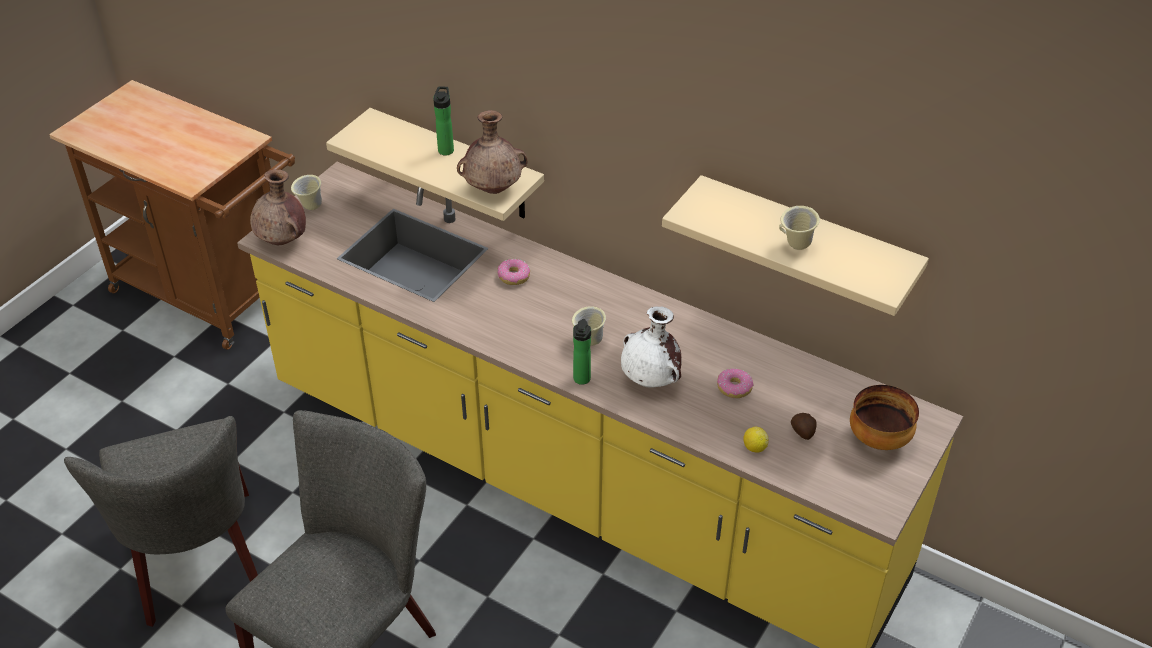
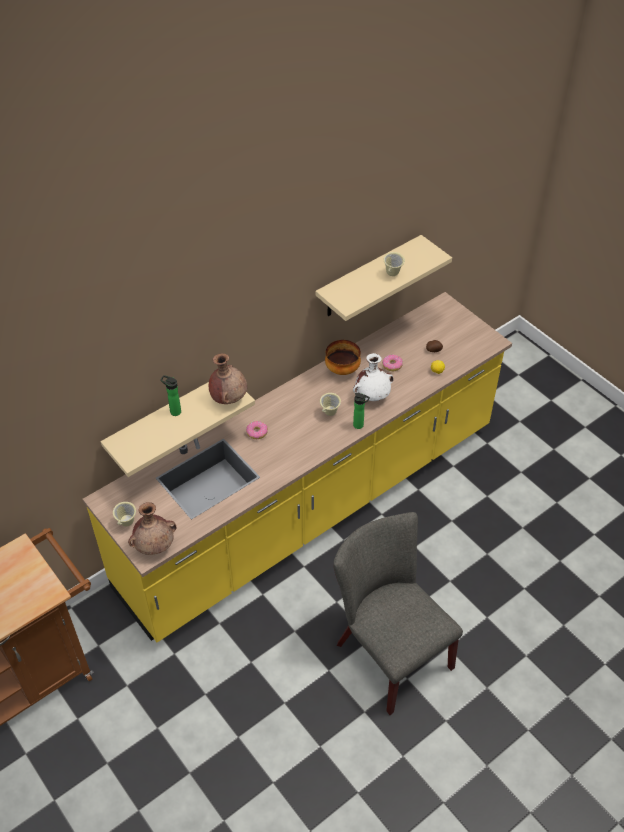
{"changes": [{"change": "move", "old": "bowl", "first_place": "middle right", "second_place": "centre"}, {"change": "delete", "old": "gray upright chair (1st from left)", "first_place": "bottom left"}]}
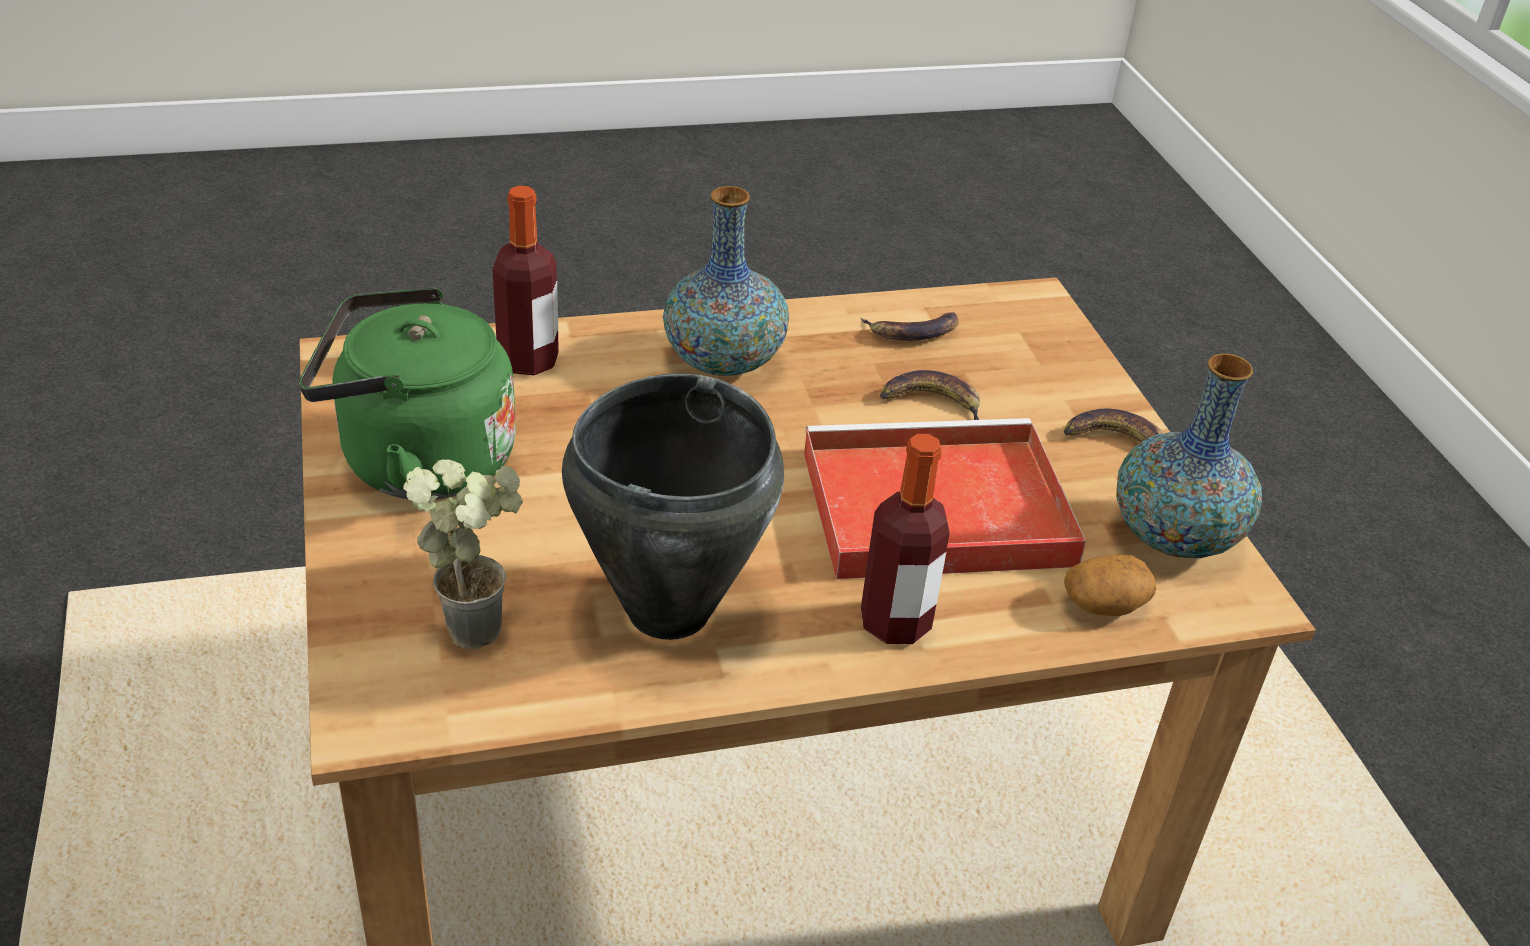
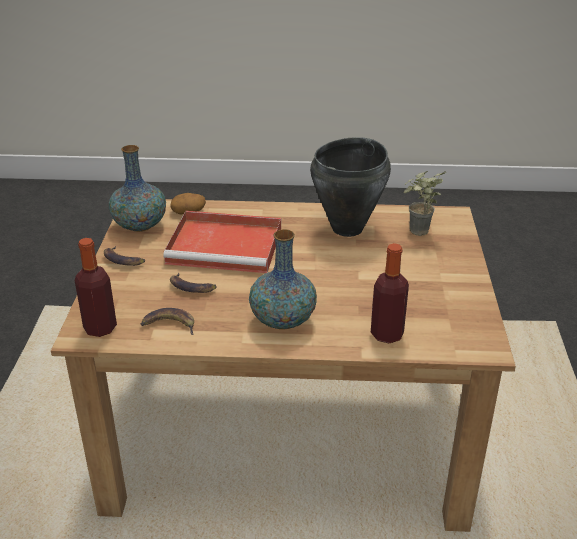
{"changes": [{"change": "move", "old": "drink bottle (2nd from left in the first image)", "new": "drink bottle (1st from left)", "first_place": "centre", "second_place": "middle left"}, {"change": "delete", "old": "green-coloured tea kettle", "first_place": "middle left"}]}
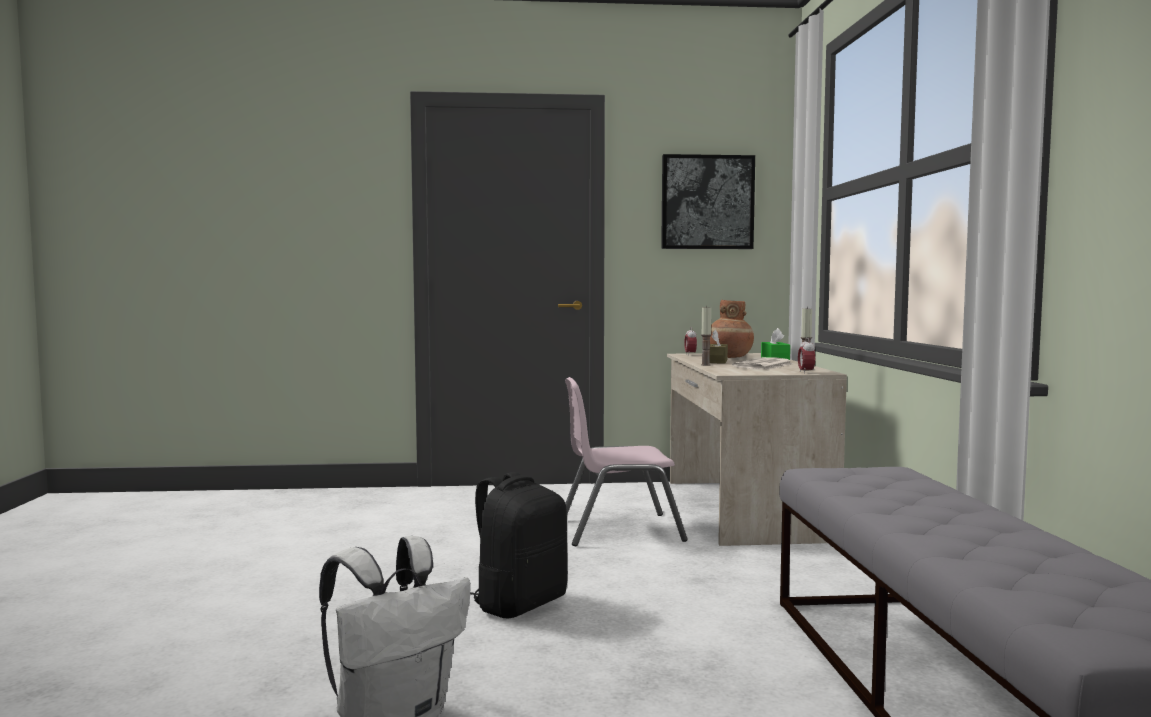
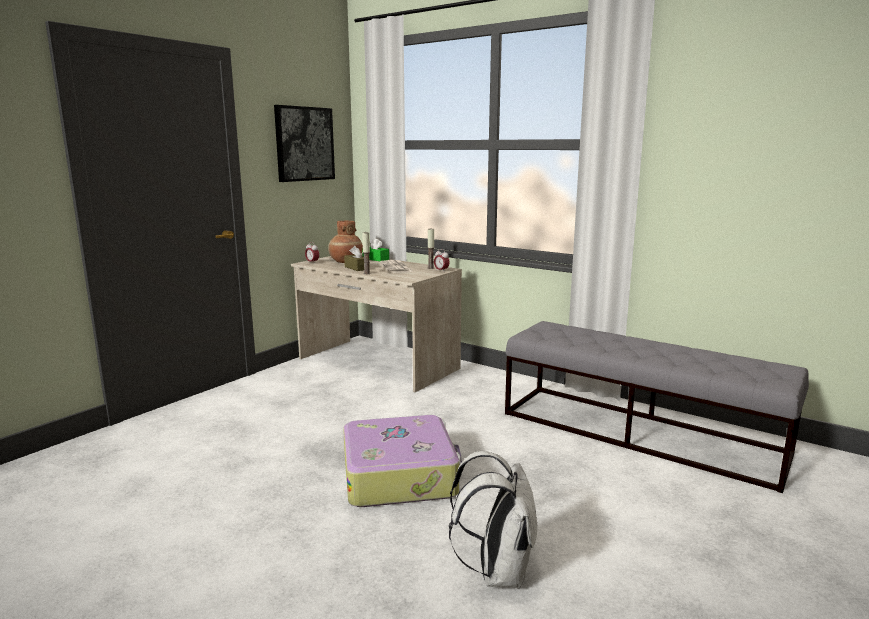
{"changes": [{"change": "replace", "old": "blackish rucksack", "new": "suitcase", "first_place": "bottom centre", "second_place": "bottom centre"}, {"change": "delete", "old": "pinkish upright chair", "first_place": "centre"}]}
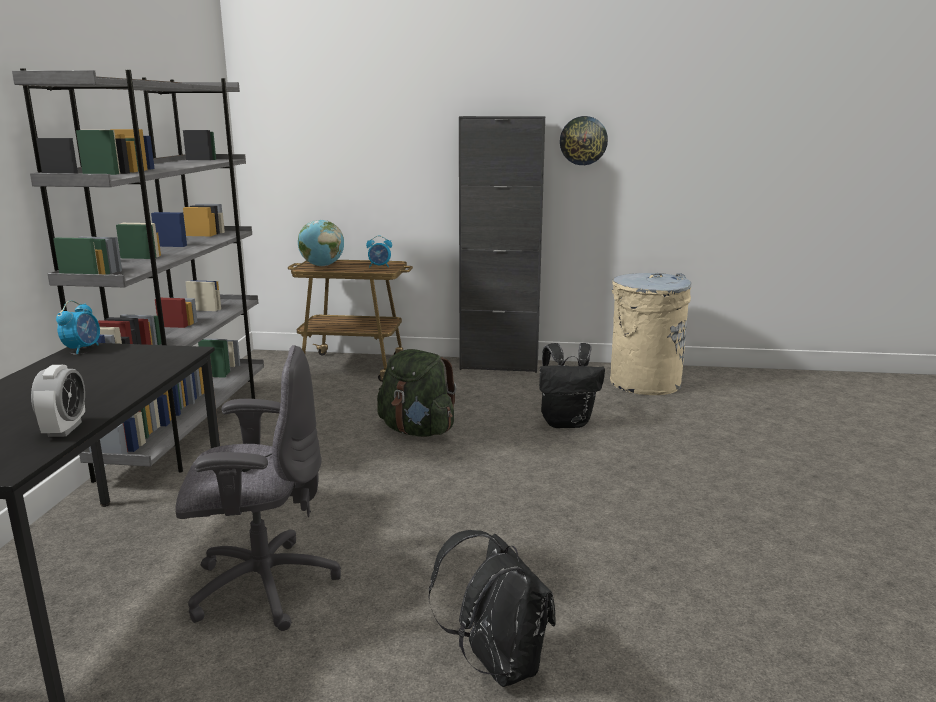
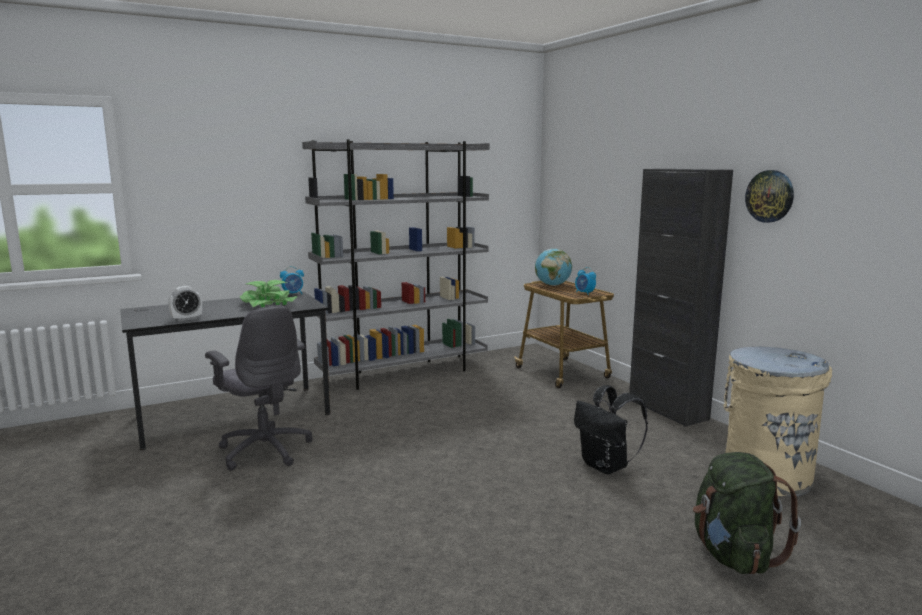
{"changes": [{"change": "insert", "new": "houseplant", "second_place": "middle left"}, {"change": "move", "old": "green-coloured rucksack", "first_place": "centre", "second_place": "bottom right"}, {"change": "delete", "old": "blackish rucksack (1st from left)", "first_place": "bottom centre"}]}
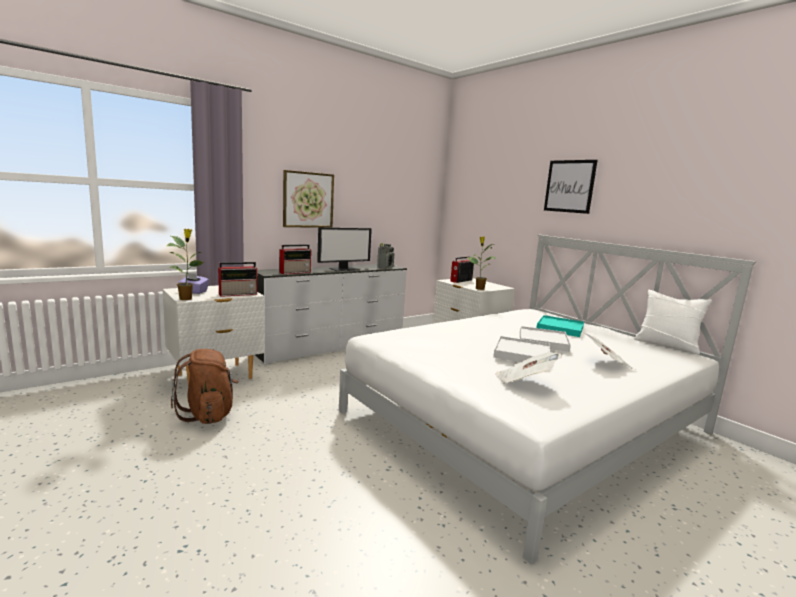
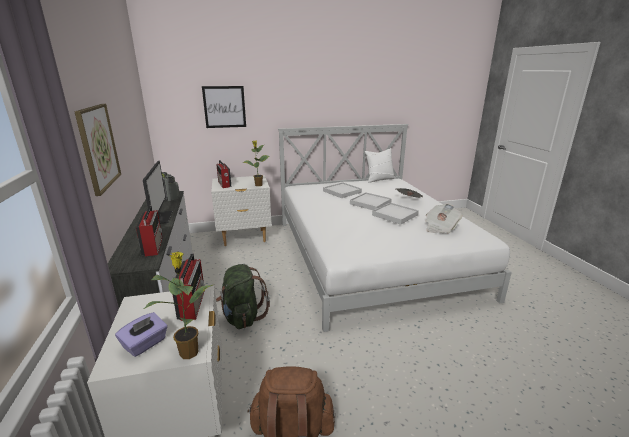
{"changes": [{"change": "move", "old": "wall art (2nd from left)", "first_place": "top right", "second_place": "top centre"}, {"change": "insert", "new": "green-coloured rucksack", "second_place": "bottom centre"}, {"change": "recolor", "old": "turquoise-coloured carrying tray", "new": "white-coloured carrying tray (1st from left)", "first_place": "middle right", "second_place": "centre"}]}
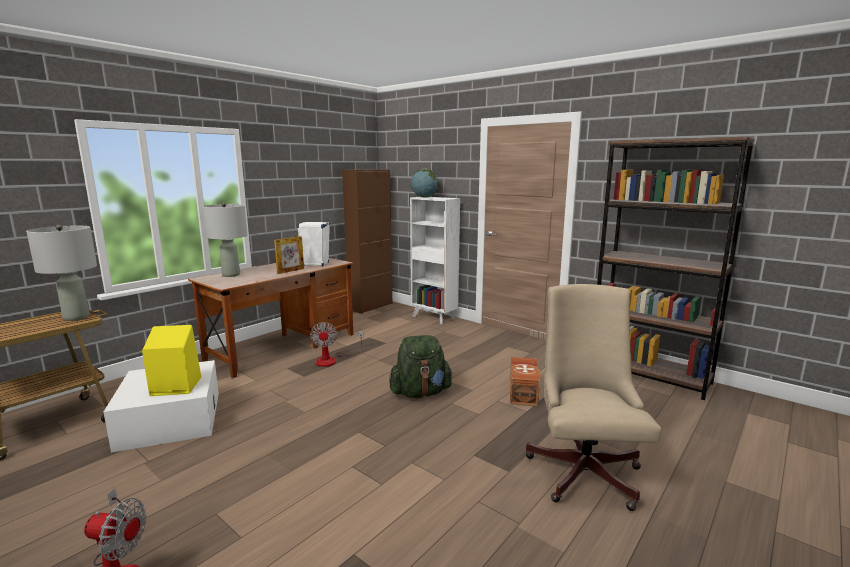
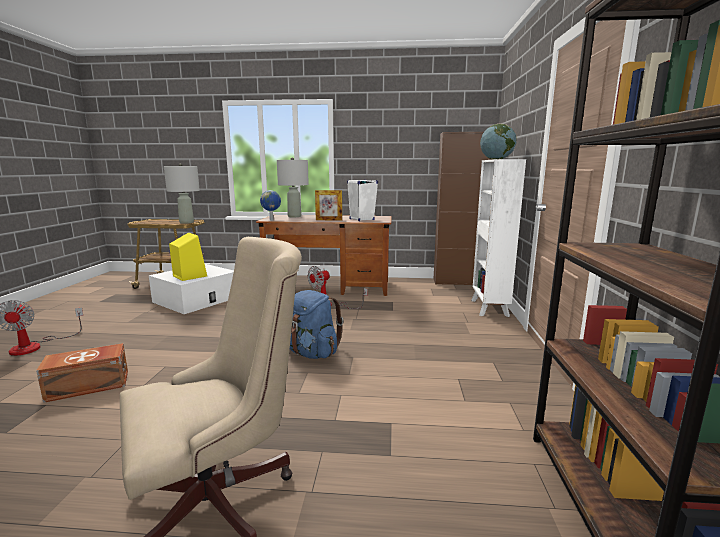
{"changes": [{"change": "move", "old": "brownish storage bin", "first_place": "bottom centre", "second_place": "bottom left"}, {"change": "insert", "new": "globe (1st from left)", "second_place": "centre"}, {"change": "recolor", "old": "green-coloured rucksack", "new": "bluish rucksack", "first_place": "centre", "second_place": "centre"}]}
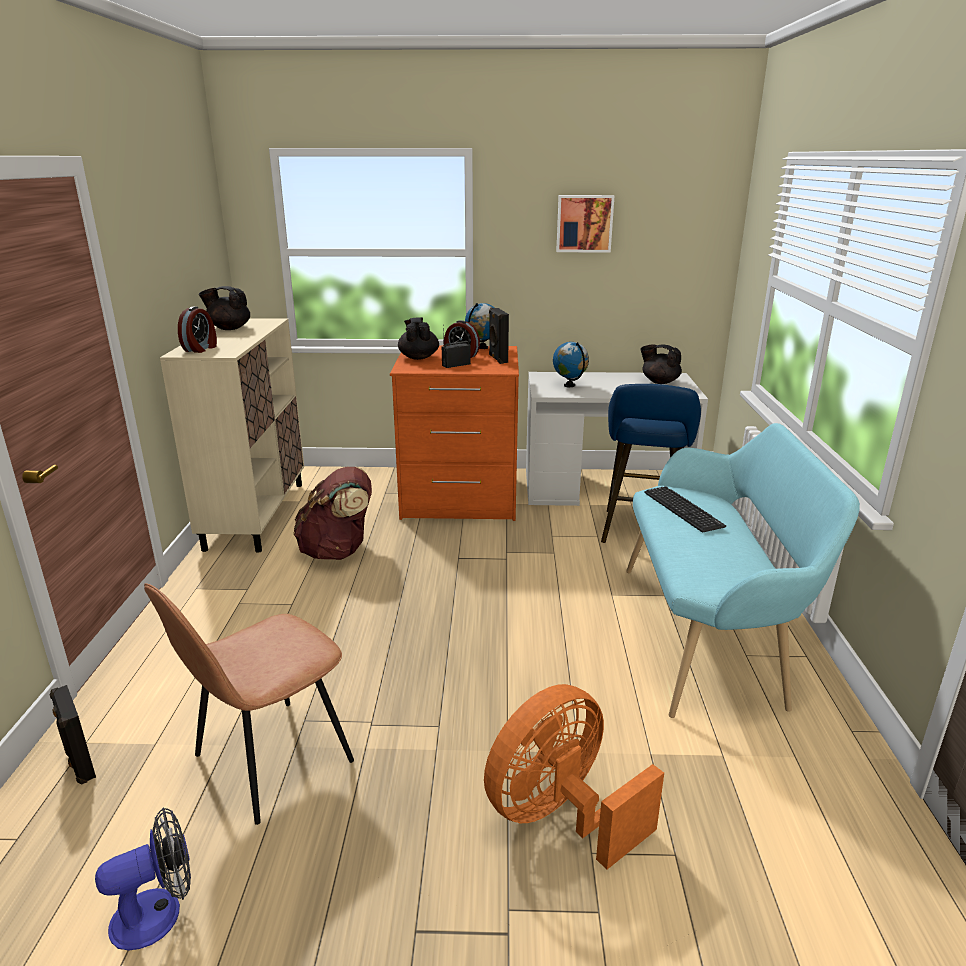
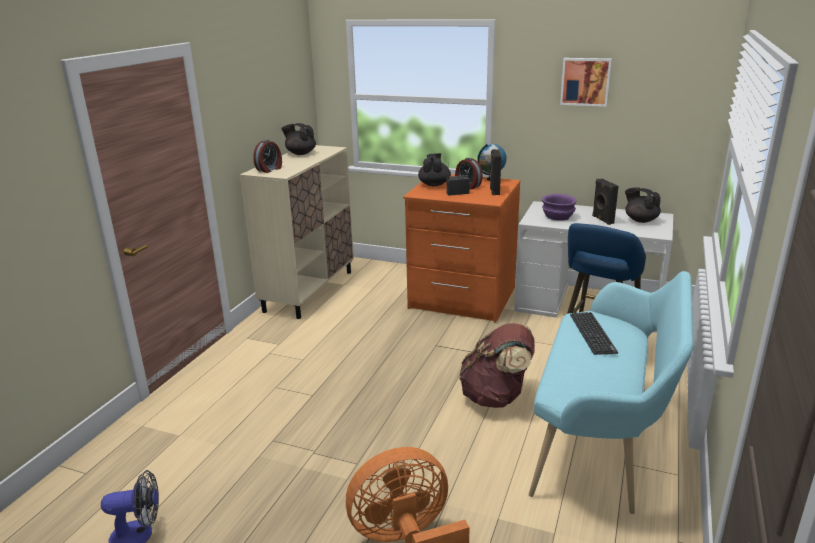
{"changes": [{"change": "move", "old": "brownish rucksack", "first_place": "centre", "second_place": "bottom centre"}, {"change": "replace", "old": "globe (2nd from left)", "new": "purple-coloured bowl", "first_place": "centre", "second_place": "middle right"}, {"change": "move", "old": "blackish speaker (1st from left in the first image)", "new": "blackish speaker (2nd from left)", "first_place": "bottom left", "second_place": "middle right"}, {"change": "delete", "old": "brownish upright chair", "first_place": "bottom left"}]}
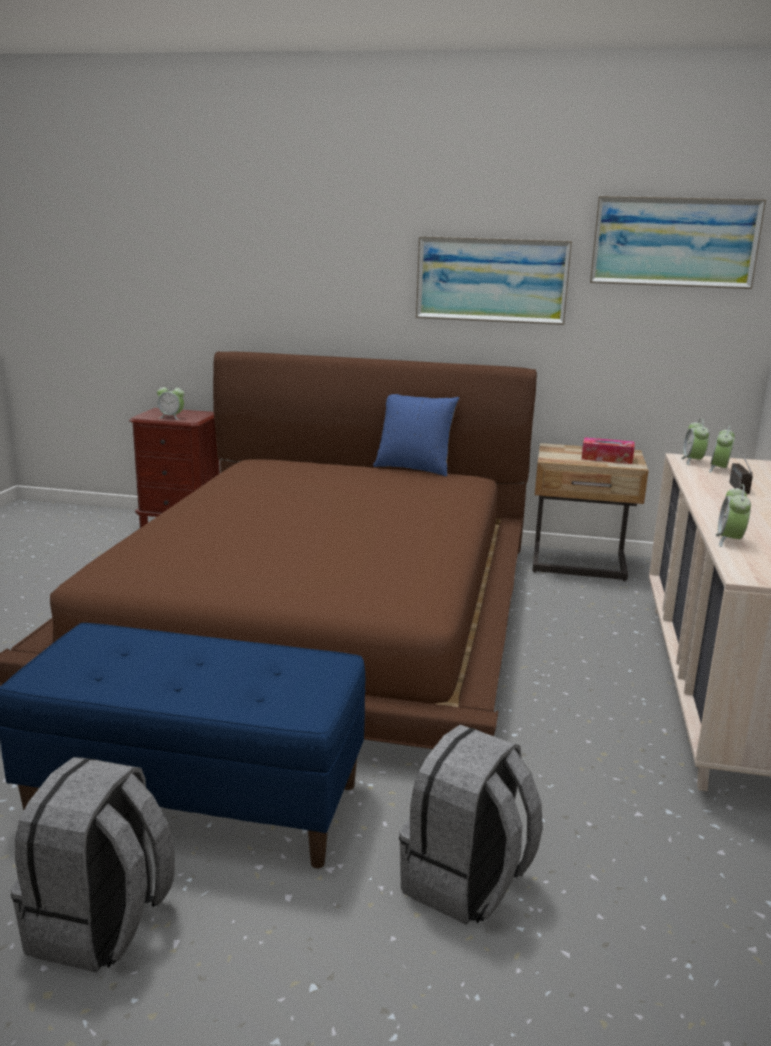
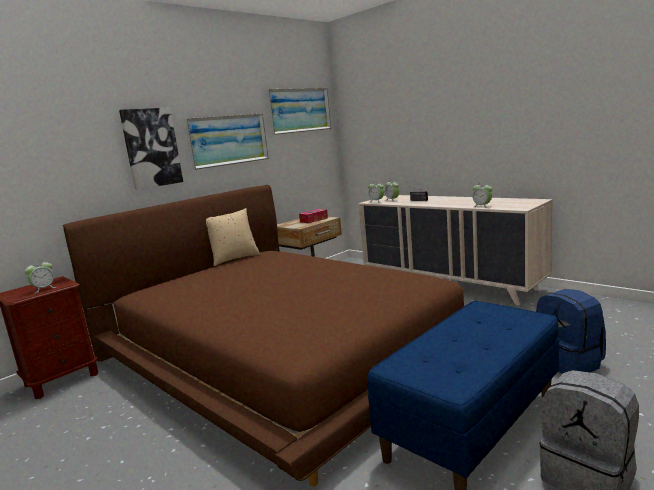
{"changes": [{"change": "insert", "new": "wall art (1st from left)", "second_place": "top left"}, {"change": "recolor", "old": "bluish cushion", "new": "beige cushion", "first_place": "centre", "second_place": "centre"}, {"change": "recolor", "old": "gray rucksack (2nd from left)", "new": "bluish rucksack", "first_place": "bottom centre", "second_place": "bottom right"}]}
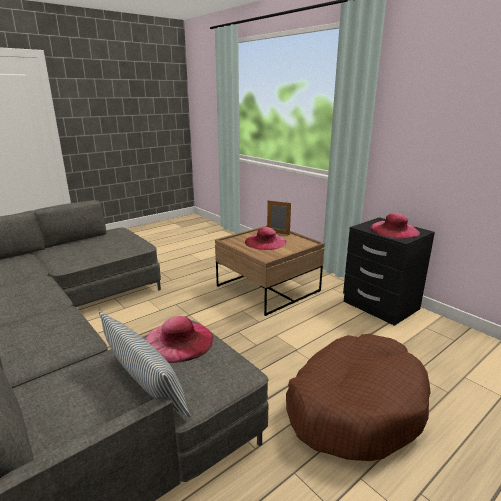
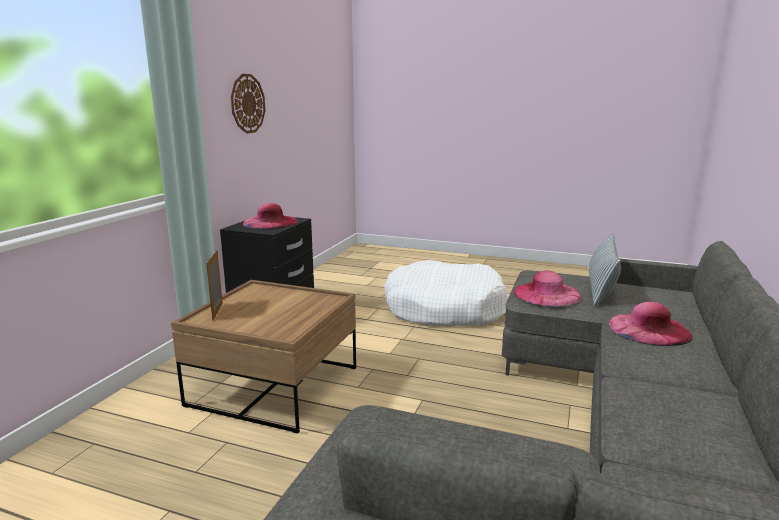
{"changes": [{"change": "insert", "new": "clock on the wall", "second_place": "top left"}, {"change": "recolor", "old": "brownish dog bed", "new": "white-coloured dog bed", "first_place": "bottom right", "second_place": "centre"}, {"change": "move", "old": "pinkish hat (2nd from left in the first image)", "new": "pinkish hat (3rd from left)", "first_place": "centre", "second_place": "middle right"}]}
